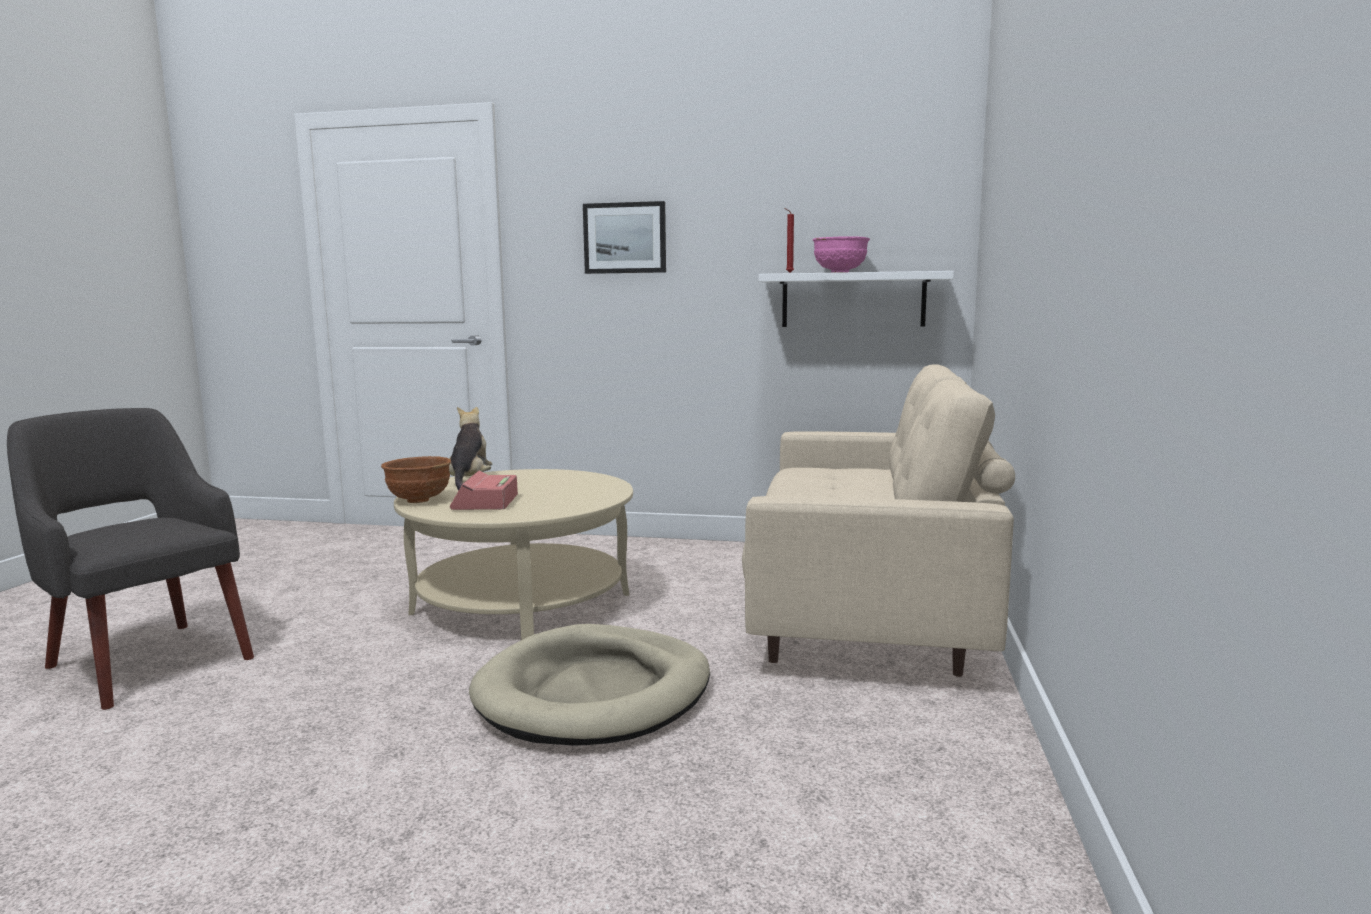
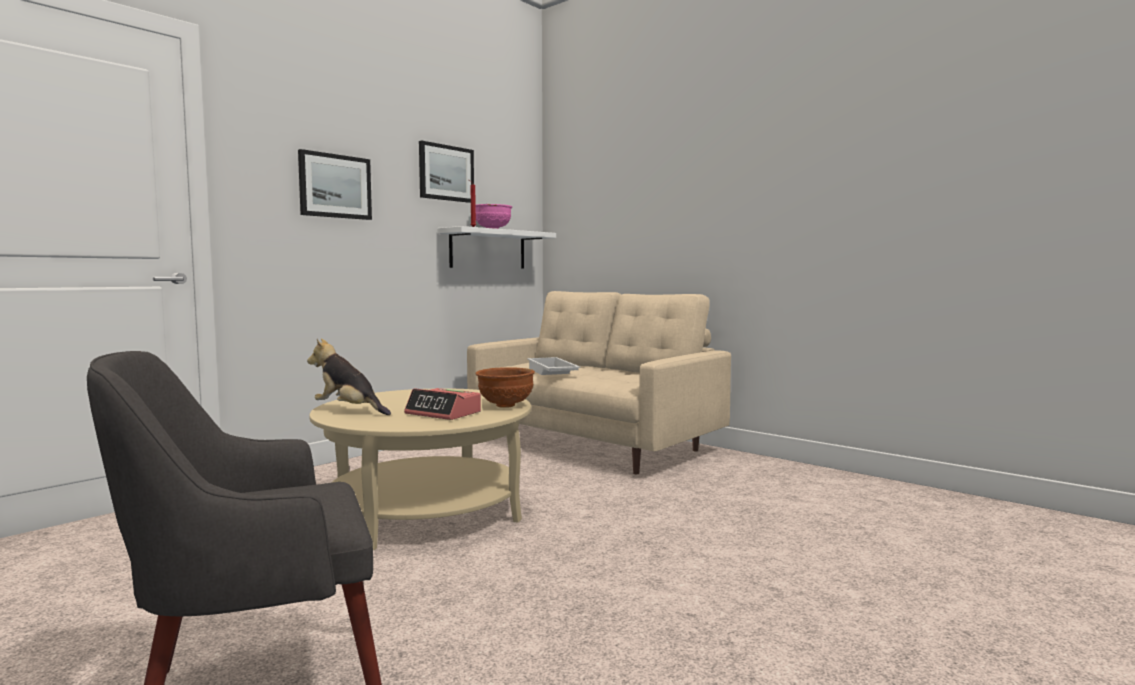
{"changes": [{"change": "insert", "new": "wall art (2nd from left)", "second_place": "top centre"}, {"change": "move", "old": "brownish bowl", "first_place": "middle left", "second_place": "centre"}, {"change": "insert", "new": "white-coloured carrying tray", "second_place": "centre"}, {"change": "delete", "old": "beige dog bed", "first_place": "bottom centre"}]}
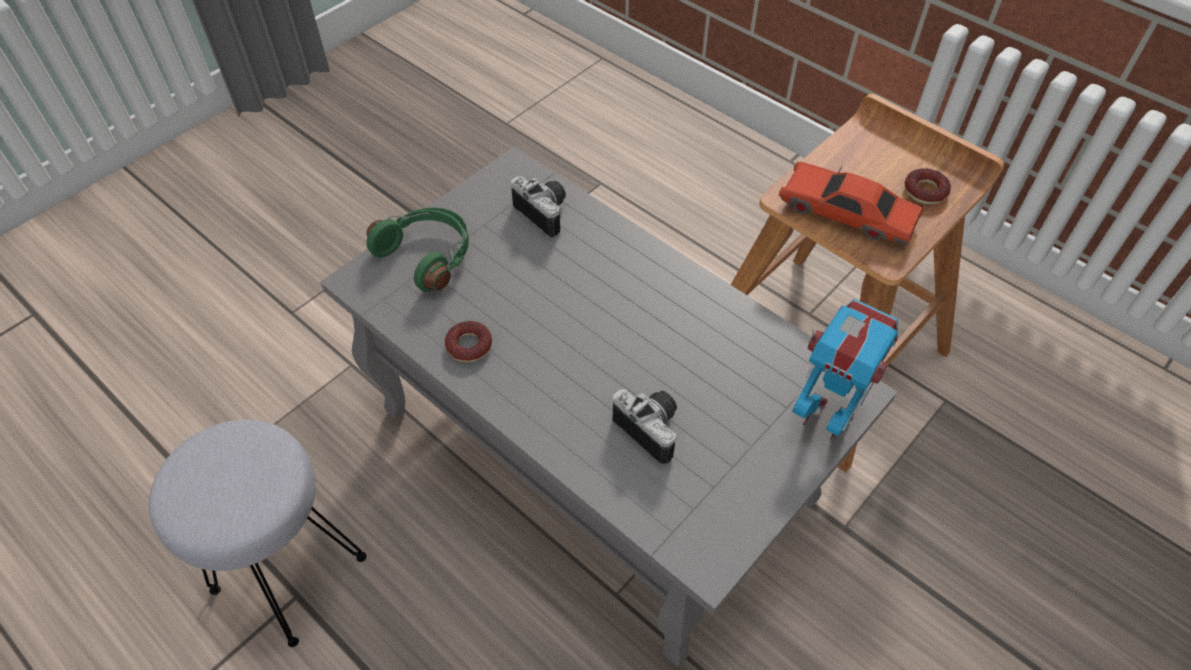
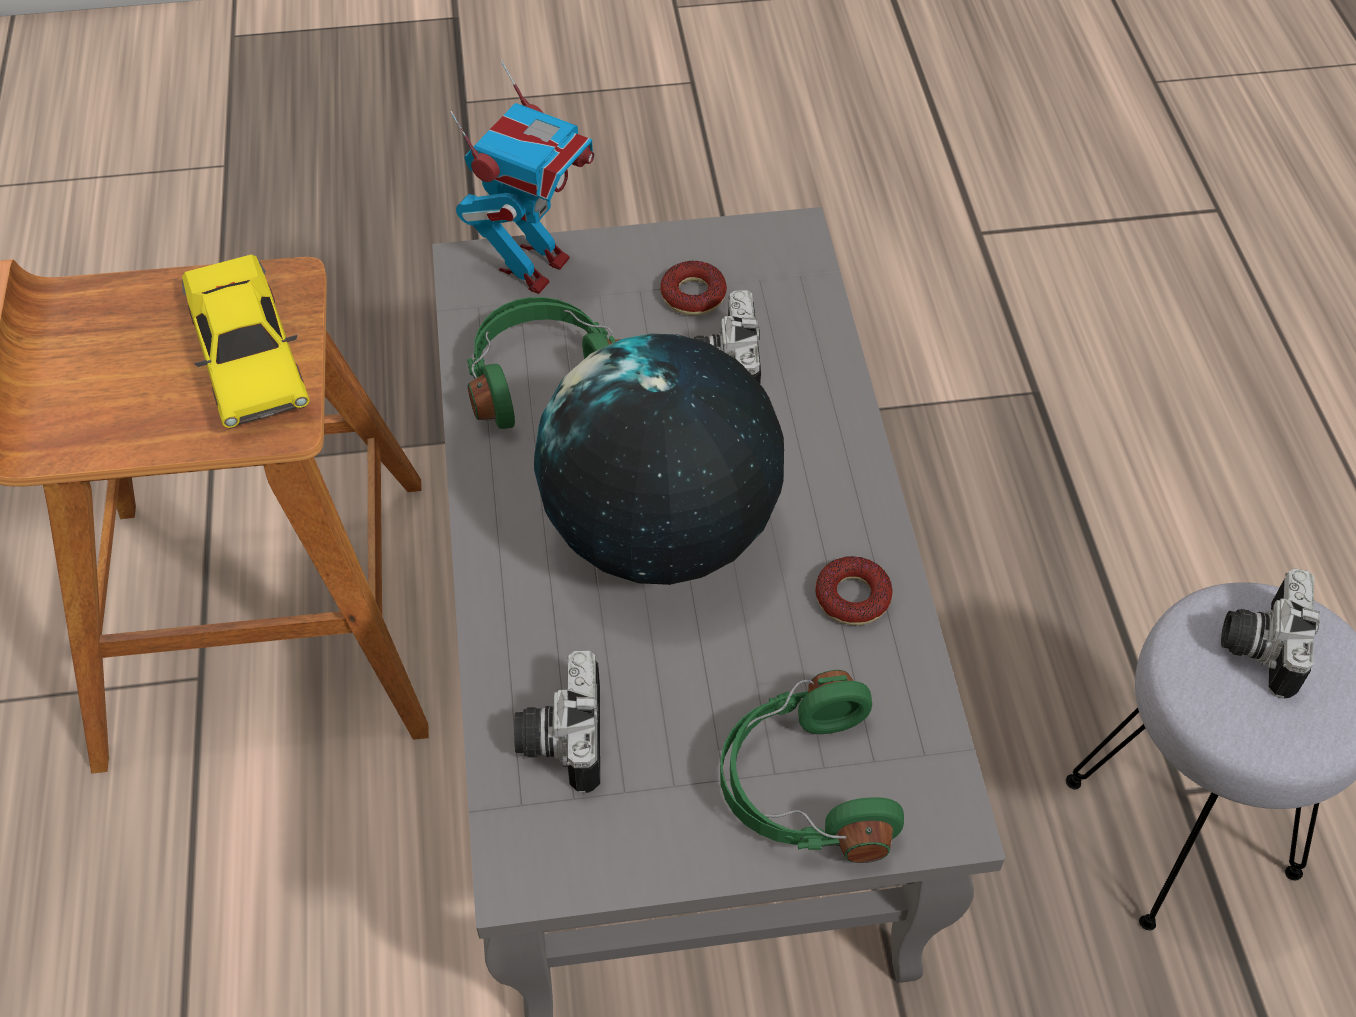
{"changes": [{"change": "recolor", "old": "red-coloured miniature car", "new": "yellowish miniature car", "first_place": "top right", "second_place": "middle left"}, {"change": "rotate", "old": "robot figure", "first_place": "middle right", "second_place": "top centre", "degrees": -135}, {"change": "insert", "new": "green-coloured headphones (1st from left)", "second_place": "centre"}, {"change": "insert", "new": "globe", "second_place": "centre"}, {"change": "move", "old": "doughnut (2nd from left in the first image)", "new": "doughnut (1st from left)", "first_place": "top right", "second_place": "top centre"}, {"change": "insert", "new": "photo camera (3rd from left)", "second_place": "middle right"}]}
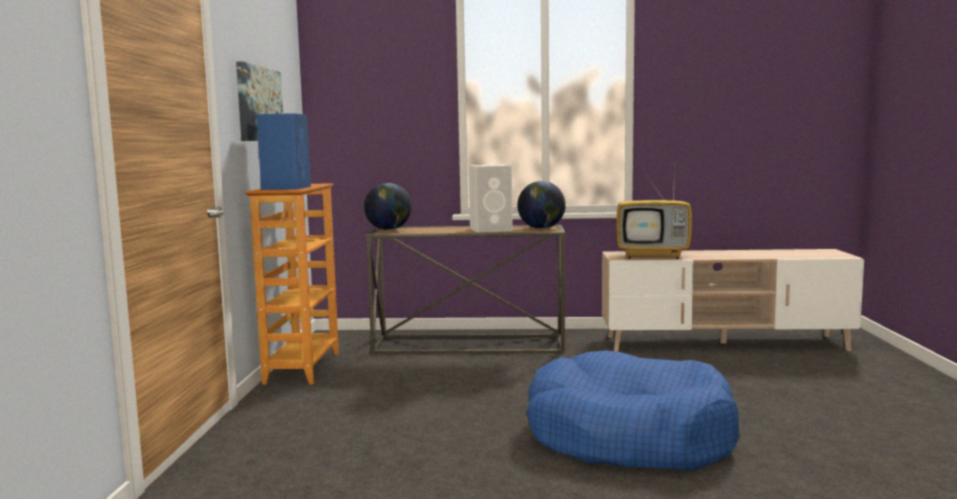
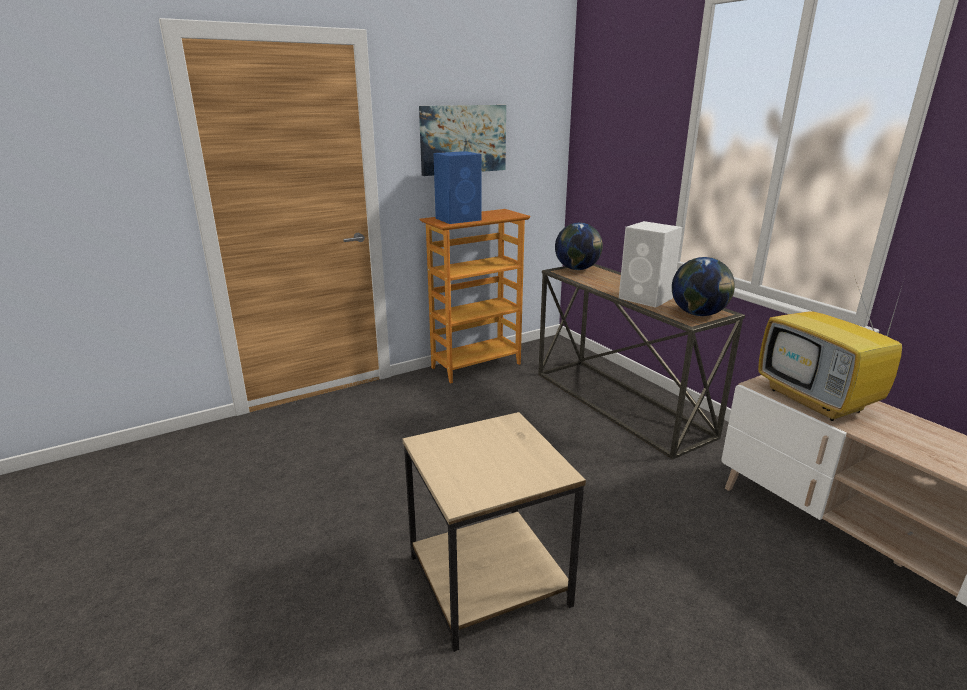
{"changes": [{"change": "replace", "old": "bluish dog bed", "new": "beige accent table", "first_place": "bottom centre", "second_place": "bottom centre"}]}
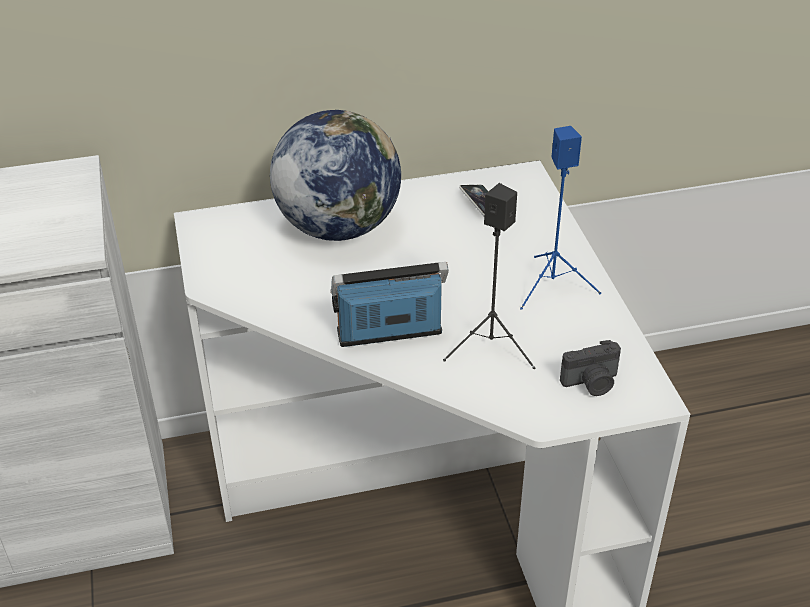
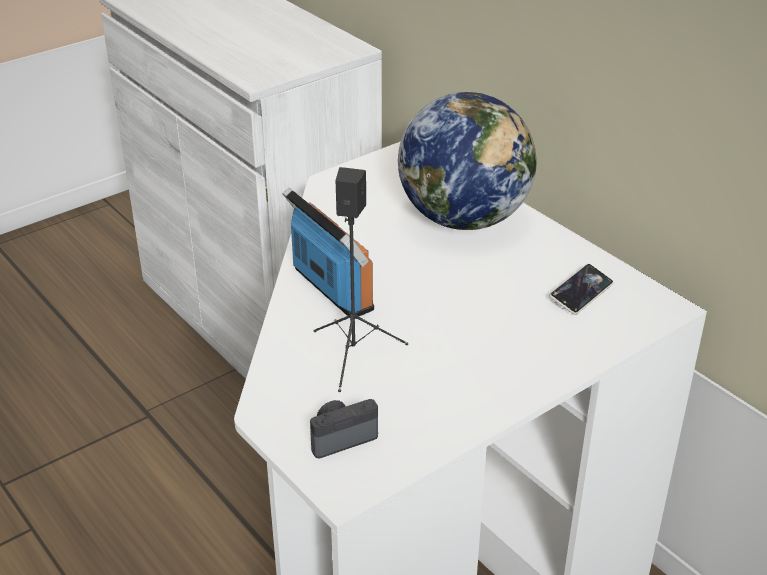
{"changes": [{"change": "rotate", "old": "photo camera", "first_place": "middle right", "second_place": "bottom centre", "degrees": 105}, {"change": "delete", "old": "bluish speaker", "first_place": "middle right"}]}
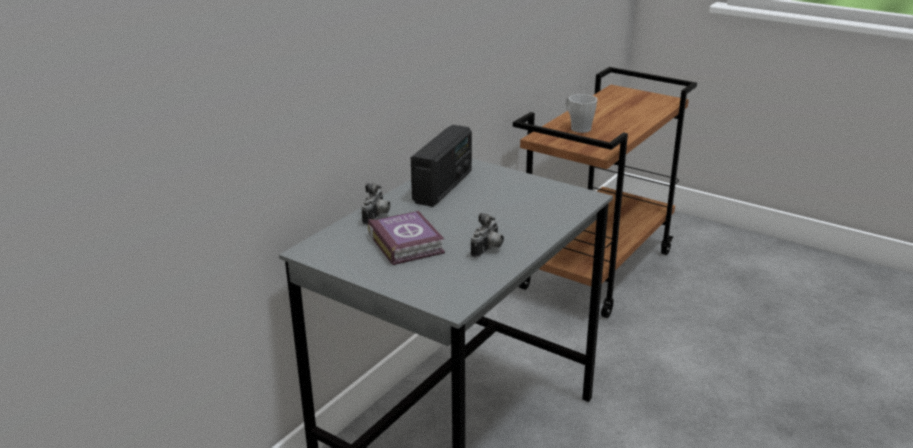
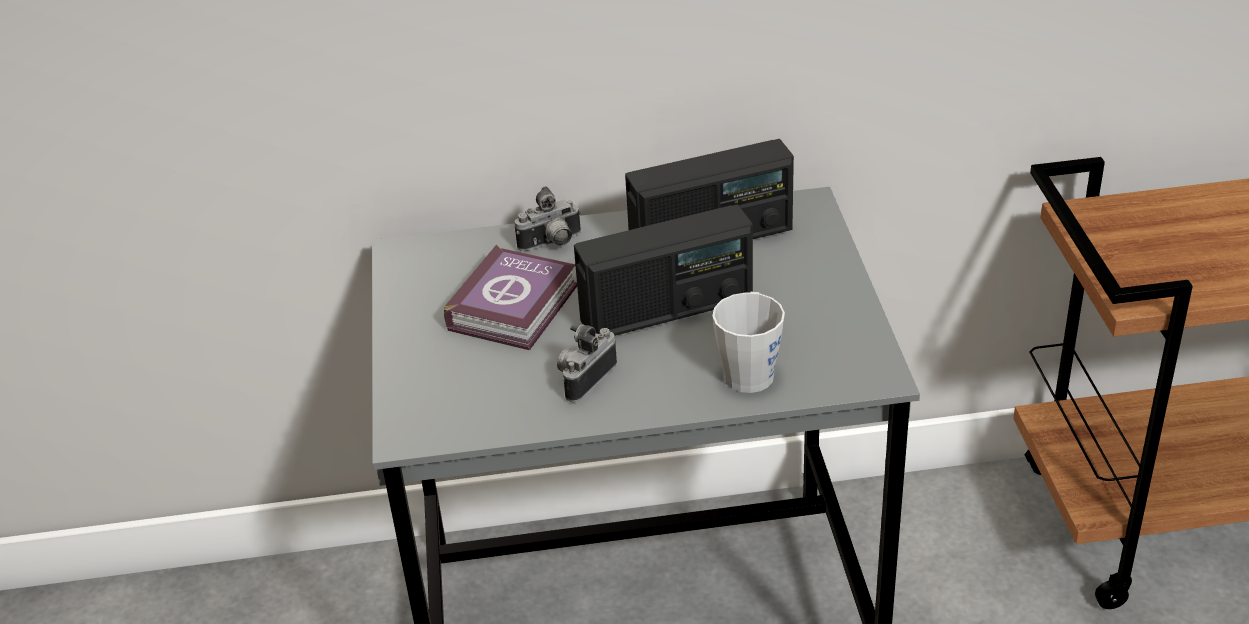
{"changes": [{"change": "rotate", "old": "photo camera (2nd from left)", "first_place": "centre", "second_place": "centre", "degrees": 135}, {"change": "insert", "new": "radio set (1st from left)", "second_place": "centre"}, {"change": "move", "old": "gray mug", "first_place": "top centre", "second_place": "centre"}]}
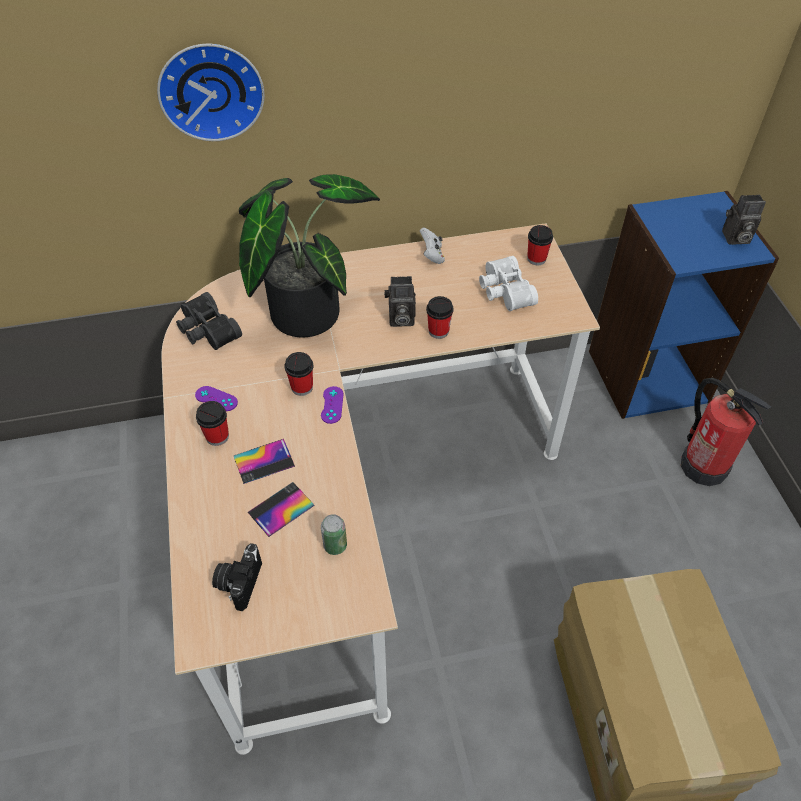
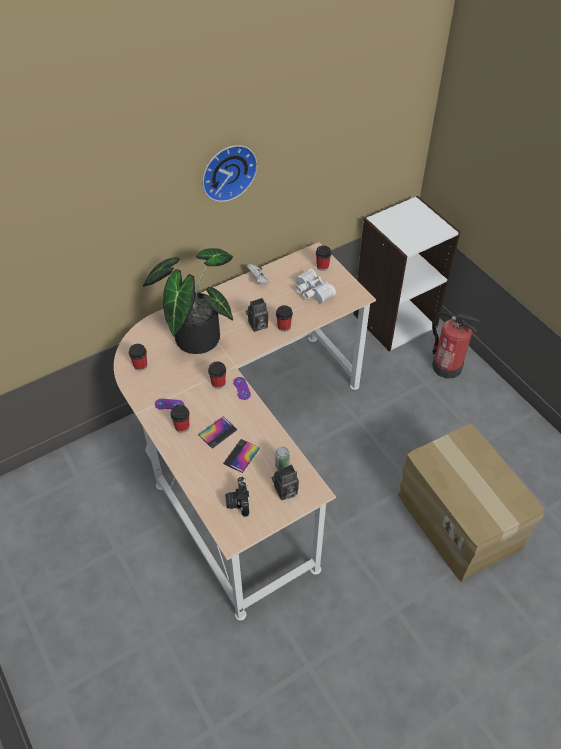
{"changes": [{"change": "replace", "old": "blackish field glasses", "new": "small cup (1st from left)", "first_place": "middle left", "second_place": "middle left"}, {"change": "move", "old": "clock on the wall", "first_place": "top left", "second_place": "top centre"}, {"change": "move", "old": "photo camera (3rd from left)", "first_place": "top right", "second_place": "centre"}, {"change": "recolor", "old": "bluish bookshelf", "new": "white-coloured bookshelf", "first_place": "middle right", "second_place": "middle right"}]}
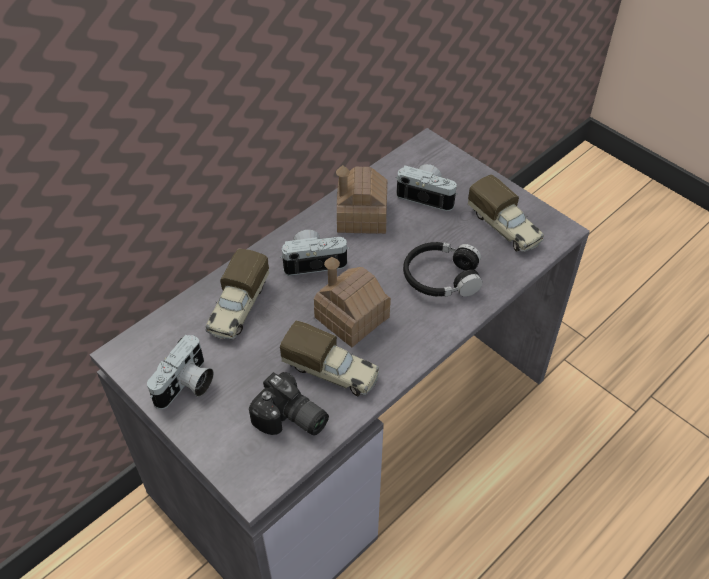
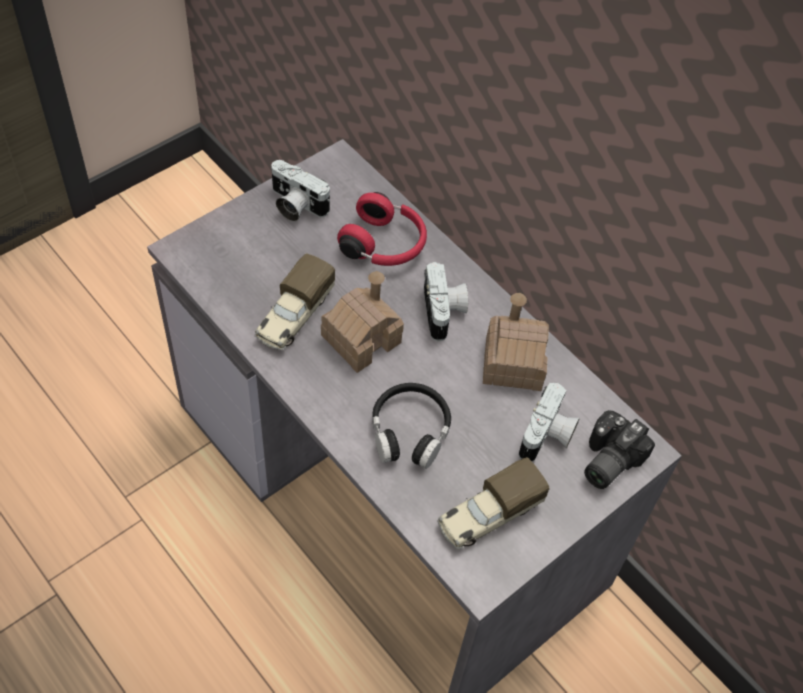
{"changes": [{"change": "replace", "old": "toy lorry (1st from left)", "new": "red-coloured headphones", "first_place": "centre", "second_place": "top centre"}, {"change": "move", "old": "photo camera (2nd from left in the first image)", "new": "photo camera (4th from left)", "first_place": "bottom centre", "second_place": "middle right"}]}
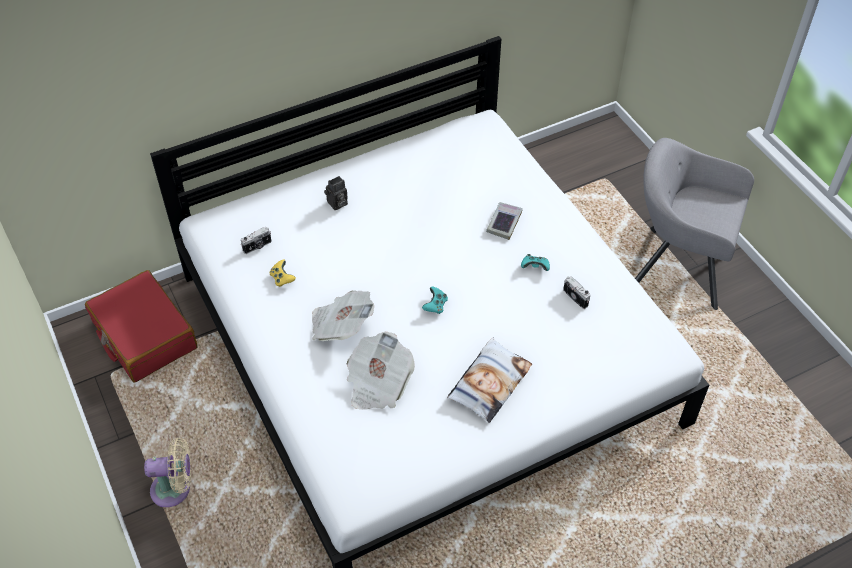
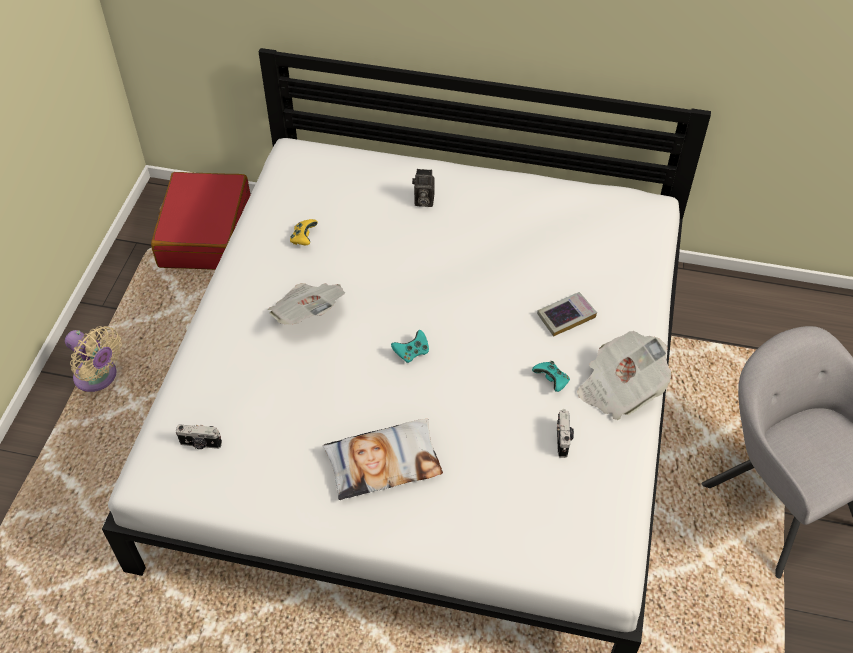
{"changes": [{"change": "move", "old": "photo camera (1st from left)", "first_place": "middle left", "second_place": "bottom left"}, {"change": "move", "old": "printed paper (2nd from left)", "first_place": "centre", "second_place": "middle right"}]}
